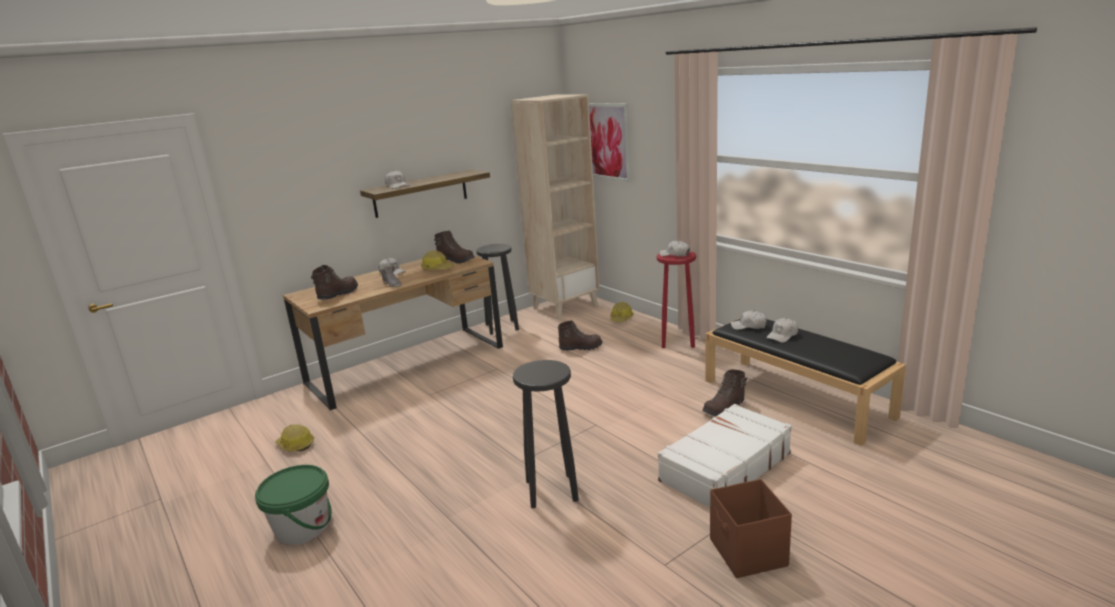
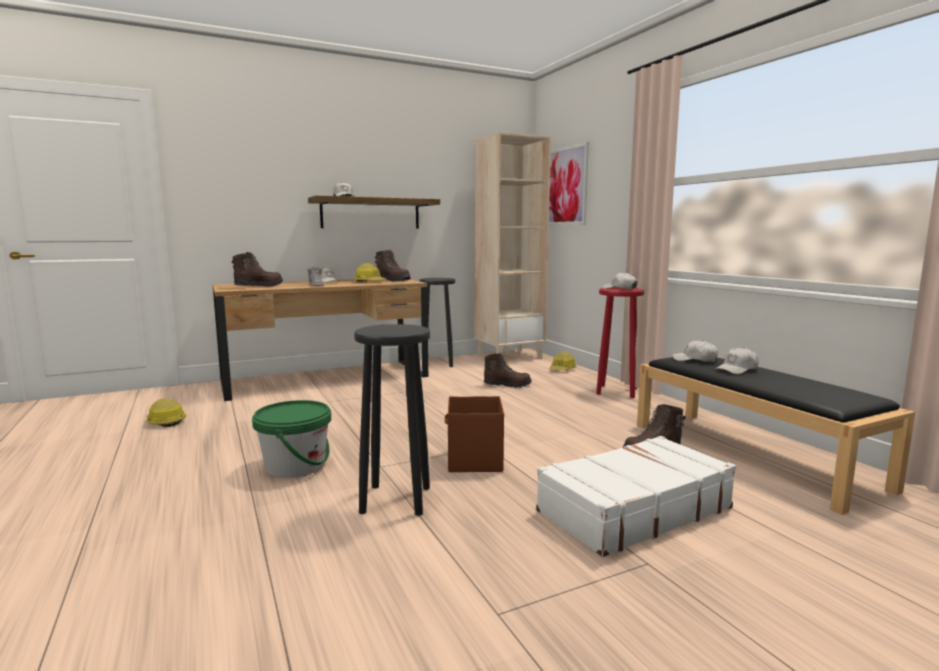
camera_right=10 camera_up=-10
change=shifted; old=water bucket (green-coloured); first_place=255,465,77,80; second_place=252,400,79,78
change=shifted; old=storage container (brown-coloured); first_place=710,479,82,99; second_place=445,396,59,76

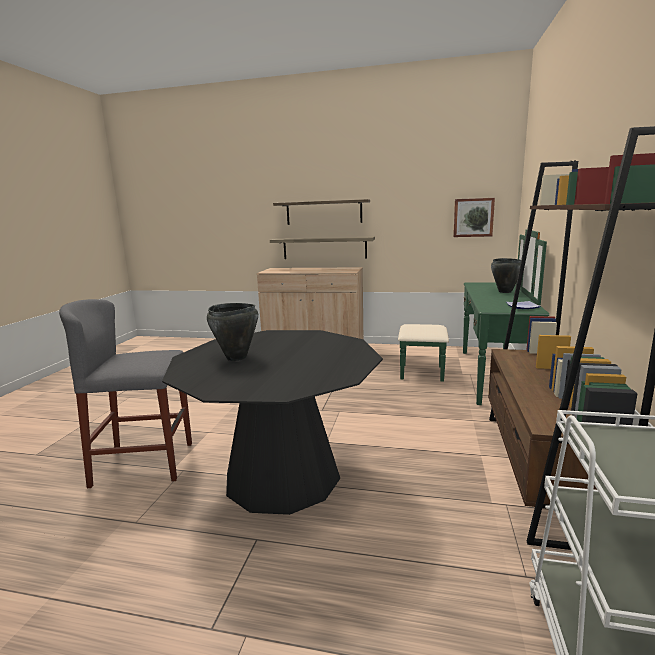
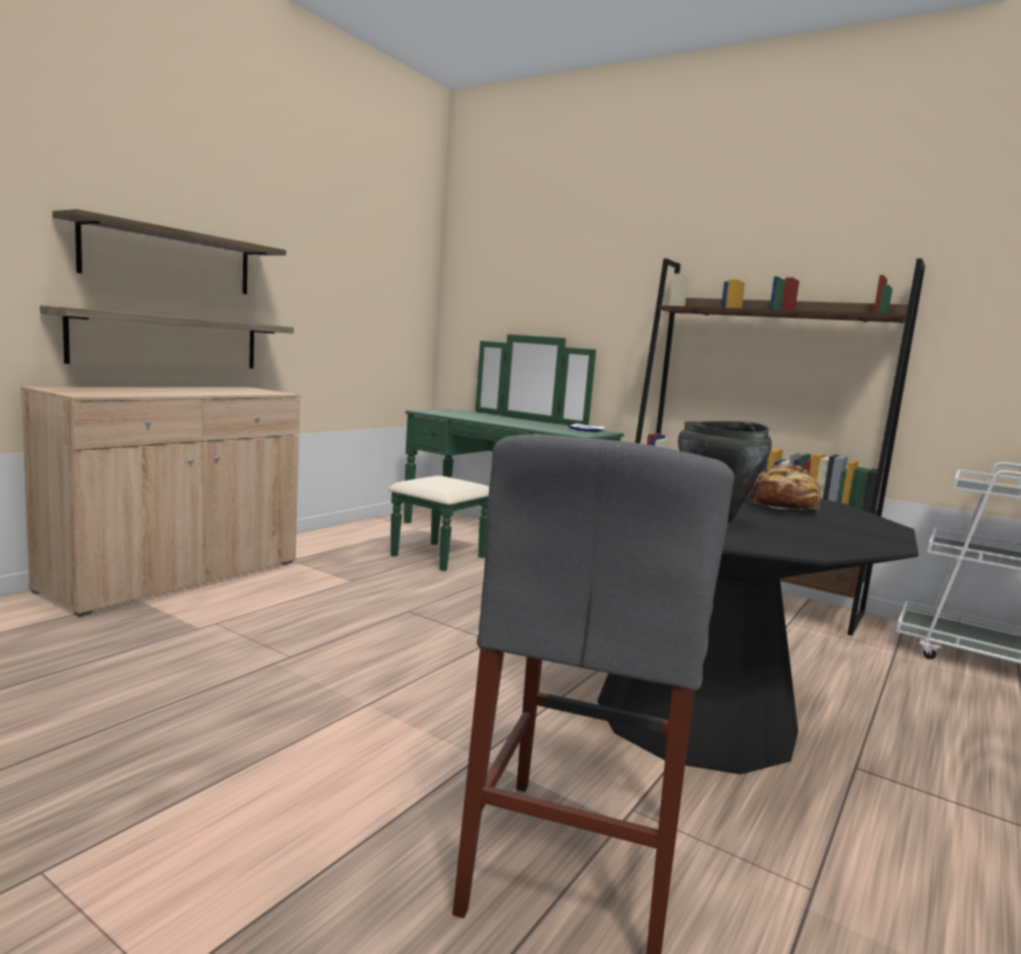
camera_right=-70 camera_up=-5
change=gone; old=wall art; first_place=453,198,42,39
change=gone; old=stockpot (black-coloured); first_place=491,258,30,35
change=new; new=bakery bread; second_place=747,464,74,47

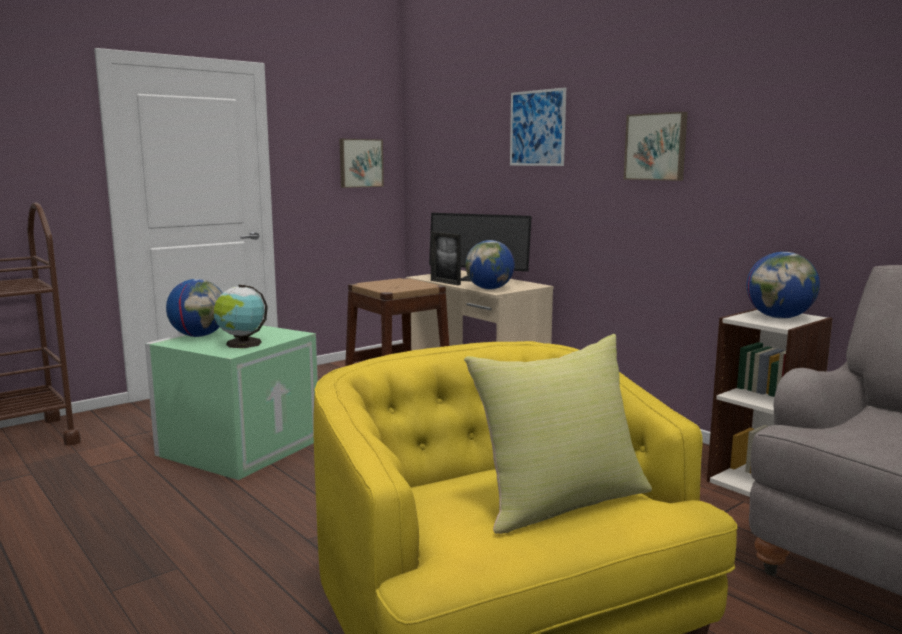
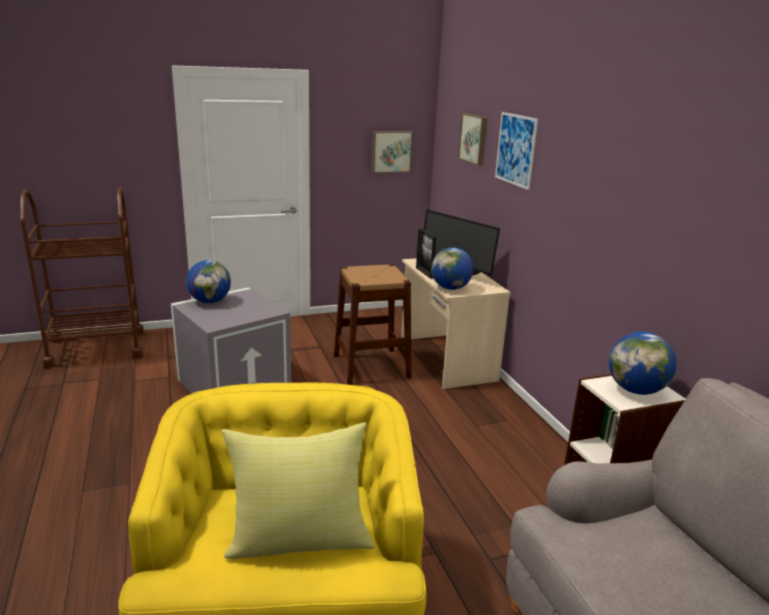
camera_right=20 camera_up=10
change=repainted; old=storage container (green-coloured); new=storage container (grey); first_place=145,326,173,154; second_place=171,287,120,106
change=gone; old=desk globe; first_place=214,284,54,64
change=shifted; old=wall art; first_place=624,112,64,69; second_place=458,113,29,53

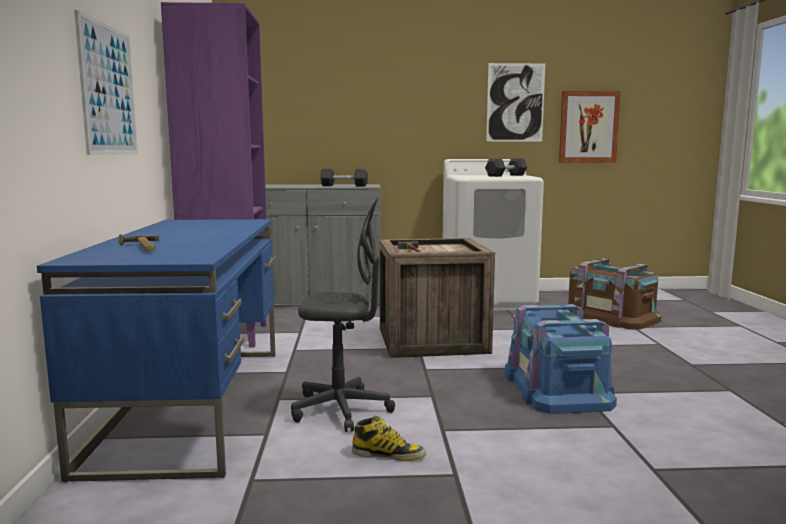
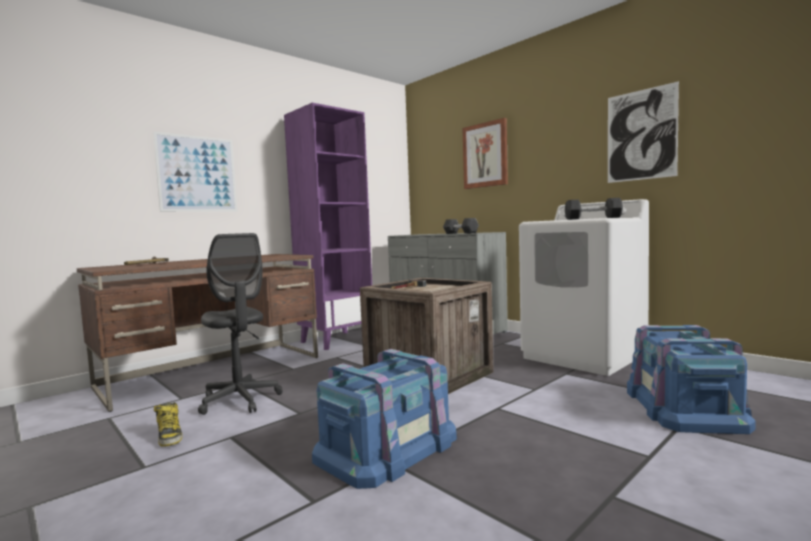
camera_right=50 camera_up=-5
change=repainted; old=desk (bluish); new=desk (brown-coloured); first_place=37,219,238,263; second_place=77,254,241,158
change=shifted; old=wall art; first_place=559,91,62,72; second_place=463,118,45,71
change=repainted; old=storage container (brown-coloured); new=storage container (bluish); first_place=568,259,93,71; second_place=627,325,129,109

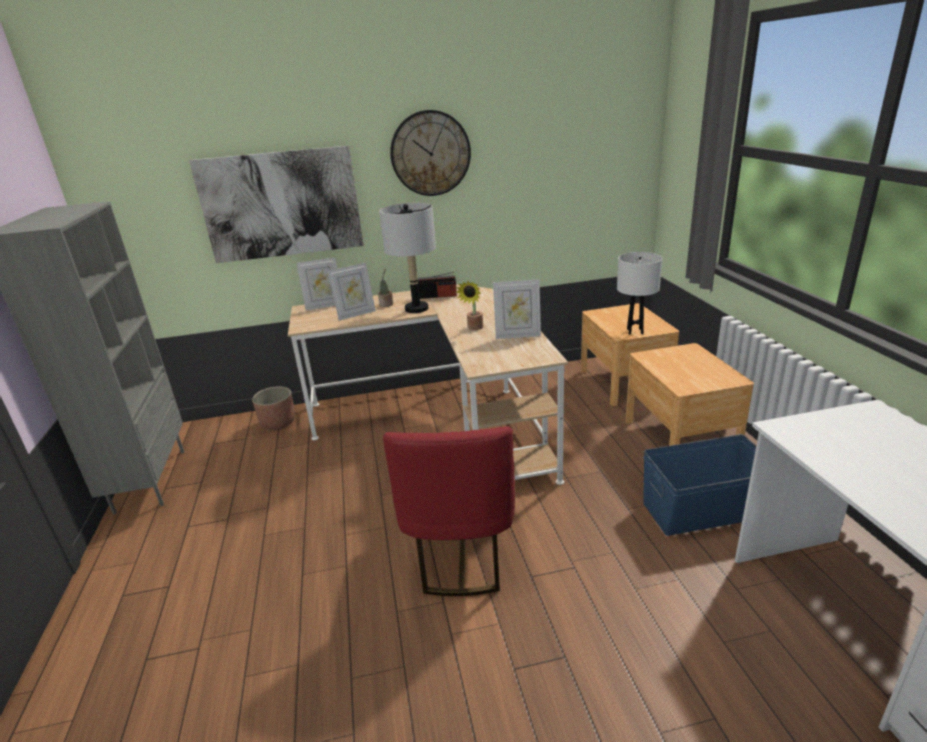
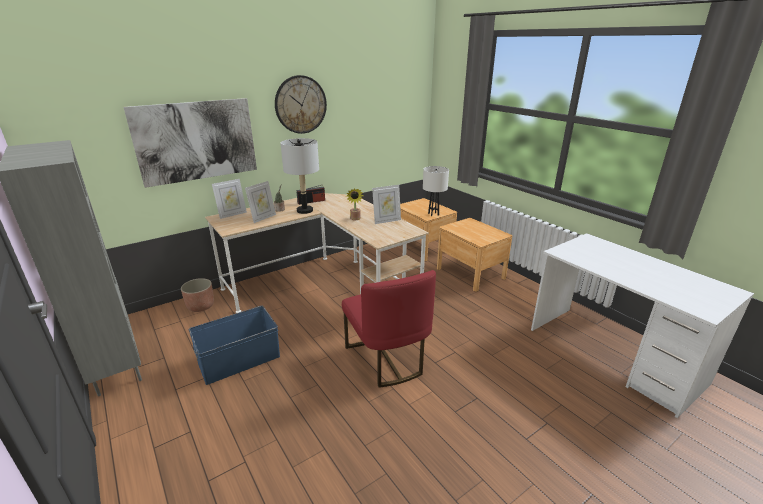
camera_right=-25 camera_up=0
change=shifted; old=storage container (bluish); first_place=643,434,113,102; second_place=189,306,91,79

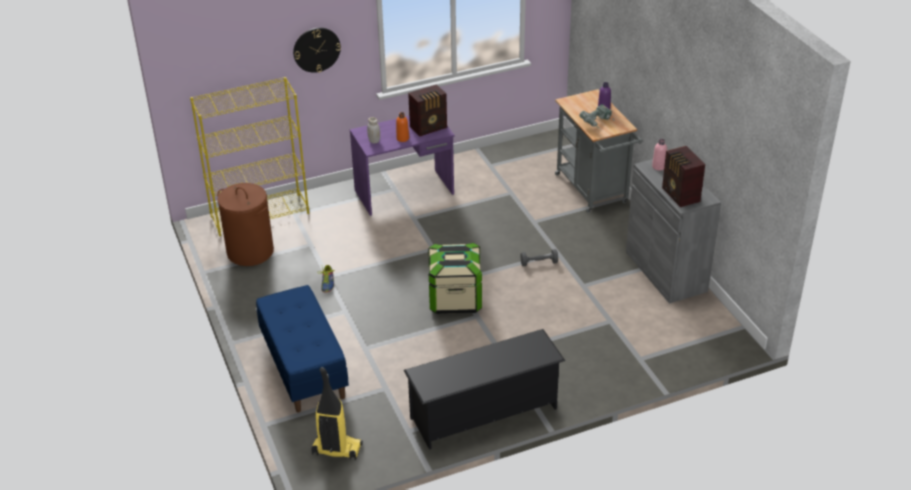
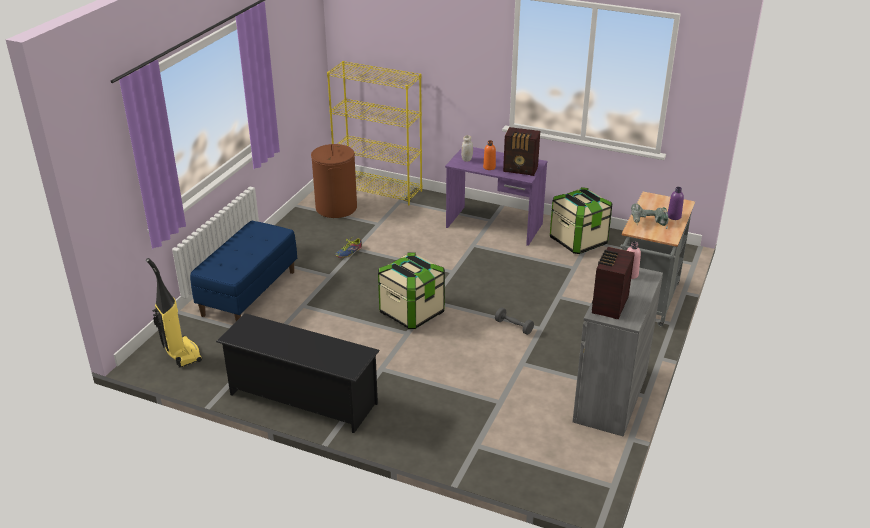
camera_right=45 camera_up=-5
change=gone; old=hanging clock; first_place=293,28,48,45
change=new; new=storage container; second_place=550,187,62,67

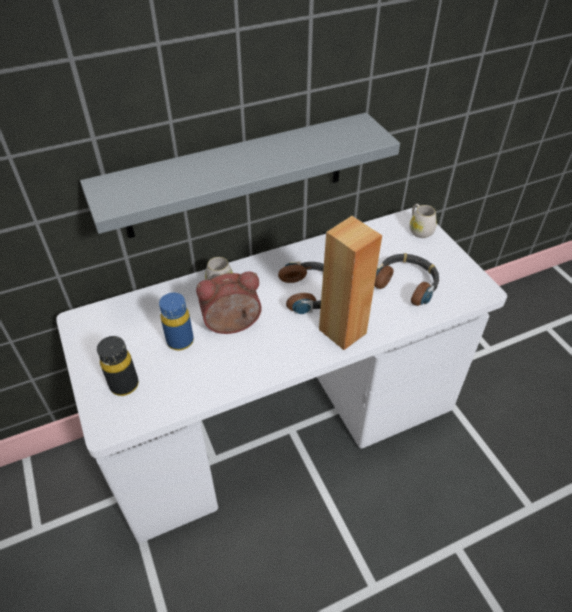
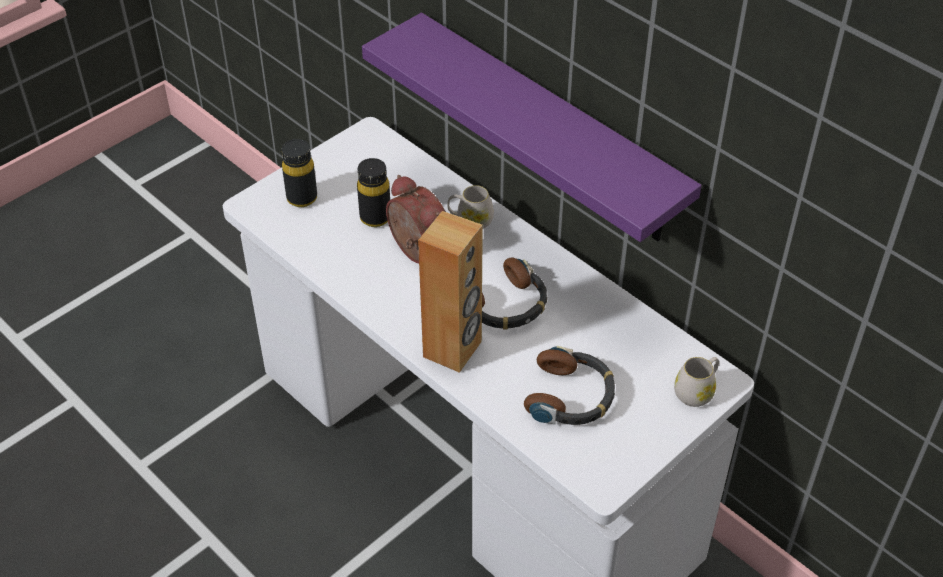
camera_right=70 camera_up=0
change=repainted; old=shelf (grey); new=shelf (purple); first_place=80,113,320,125; second_place=362,13,340,229
change=repainted; old=bottle (bluish); new=bottle (black-coloured); first_place=159,293,35,58; second_place=357,158,33,69

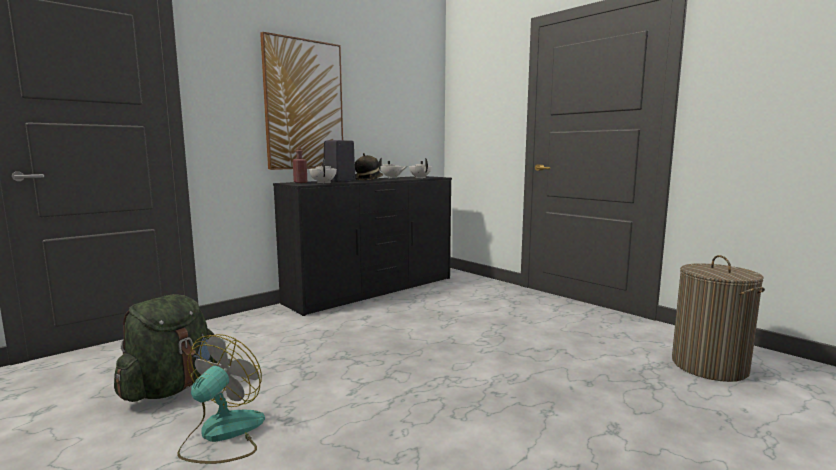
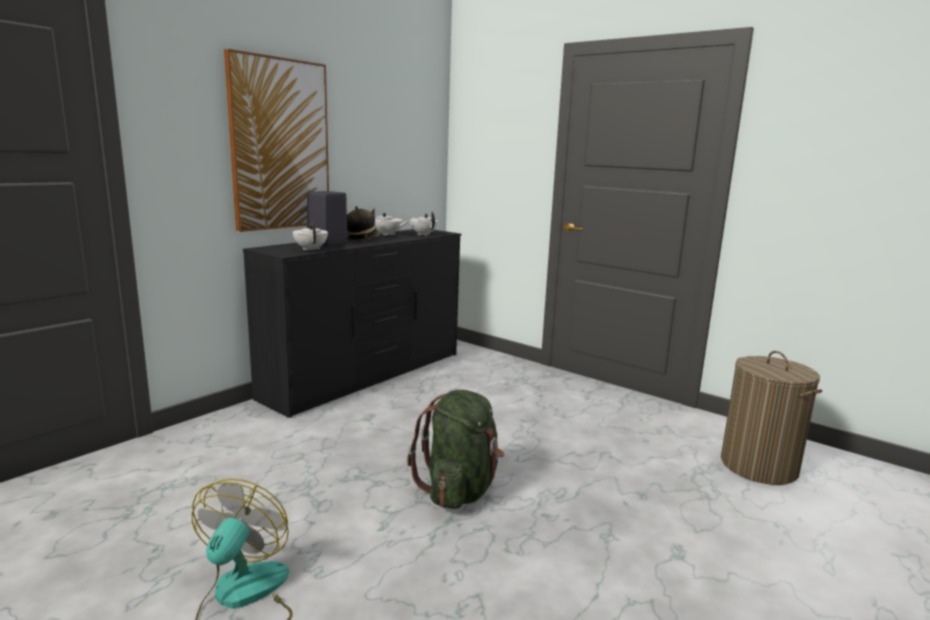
camera_right=-10 camera_up=5
change=shifted; old=knapsack (green-coloured); first_place=114,294,104,108; second_place=407,390,97,119
change=gone; old=bottle (red); first_place=293,147,14,36

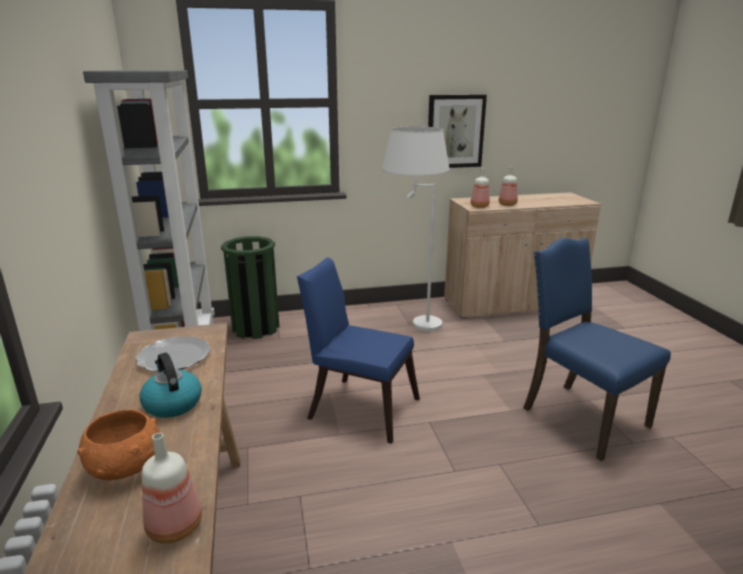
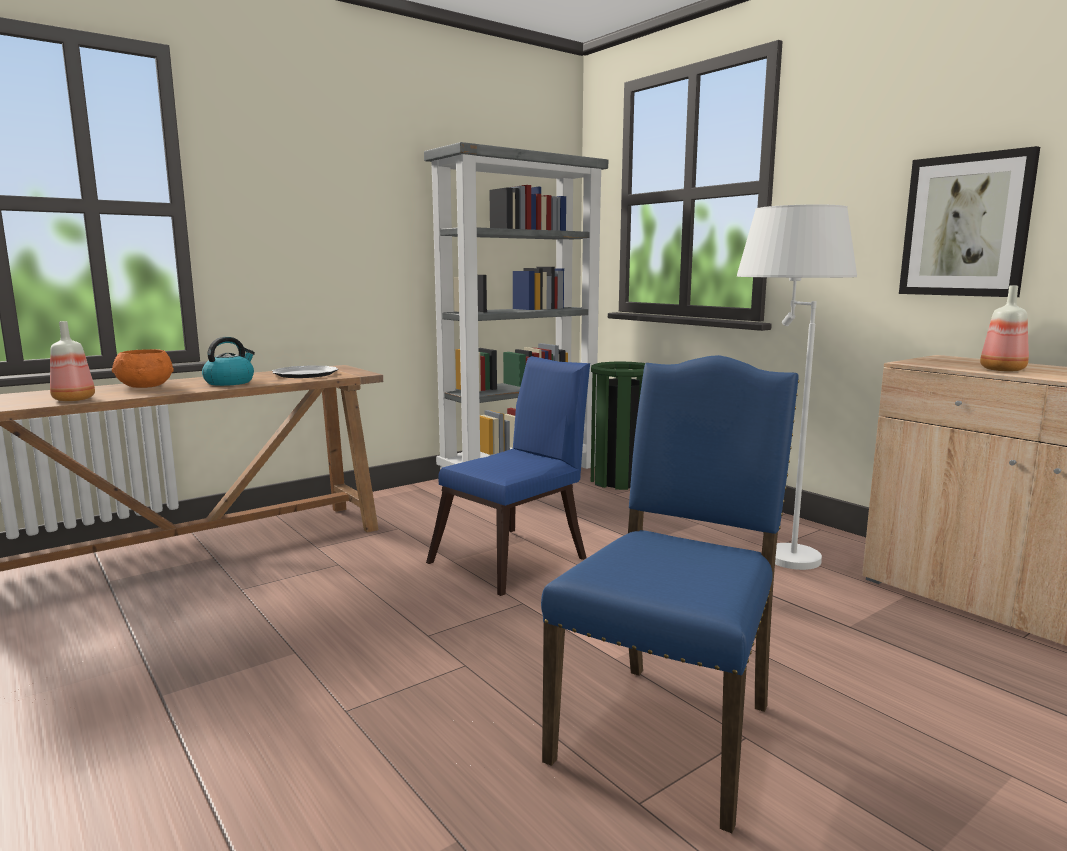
camera_right=65 camera_up=-10
change=rotated; old=upright chair (bluish); first_place=297,258,123,186; second_place=426,356,164,240; degrees=45
change=gone; old=bottle; first_place=470,168,20,40

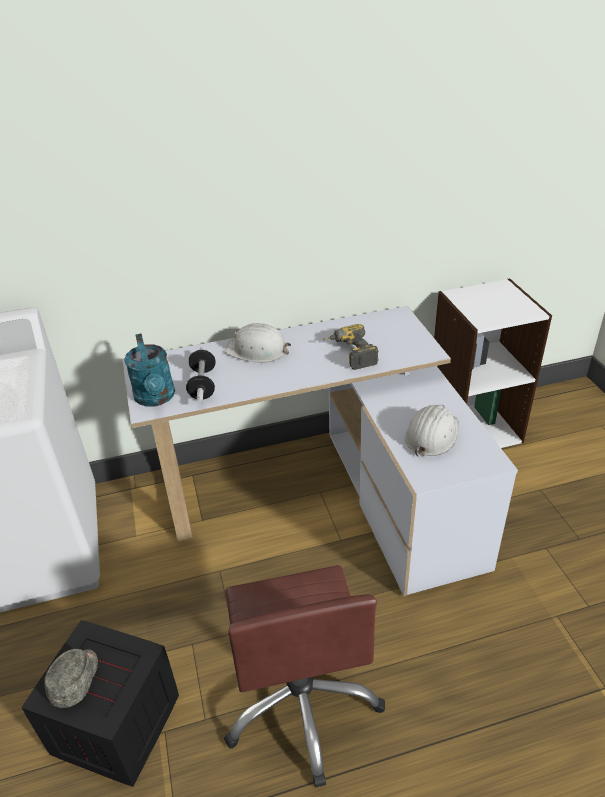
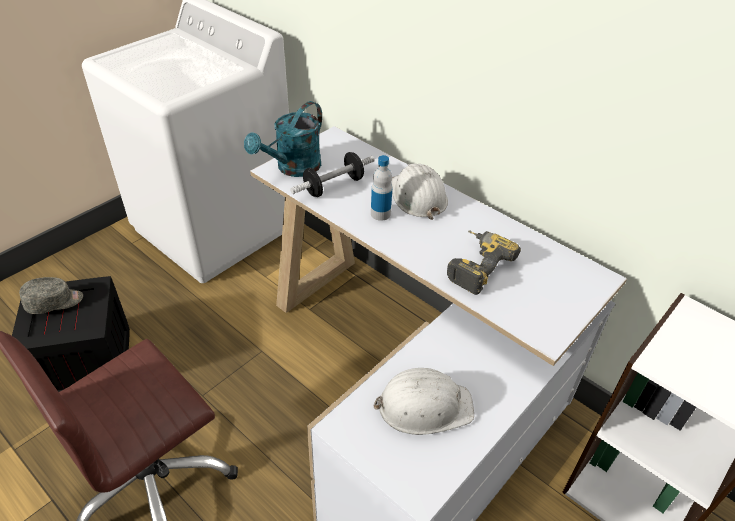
camera_right=55 camera_up=5
change=new; new=bottle; second_place=371,155,21,66

